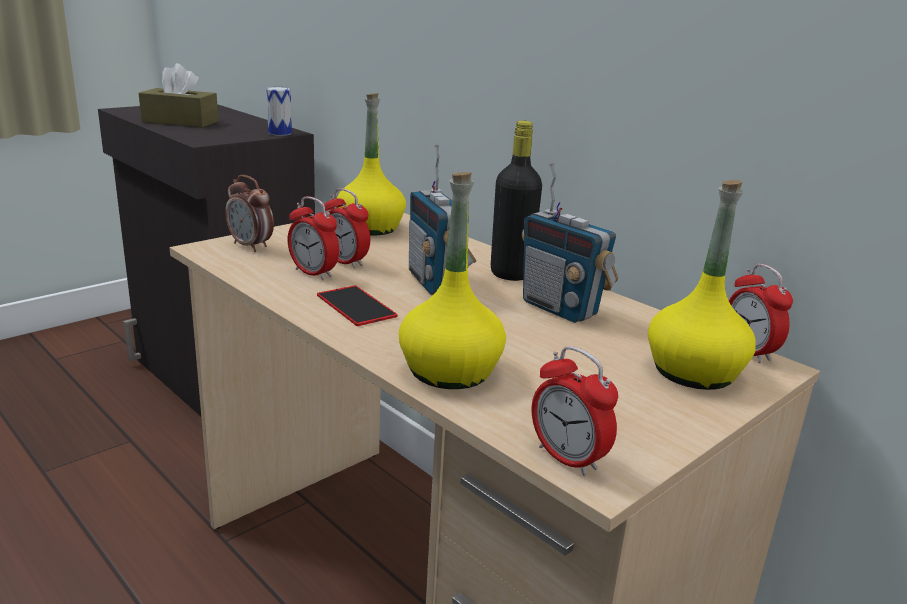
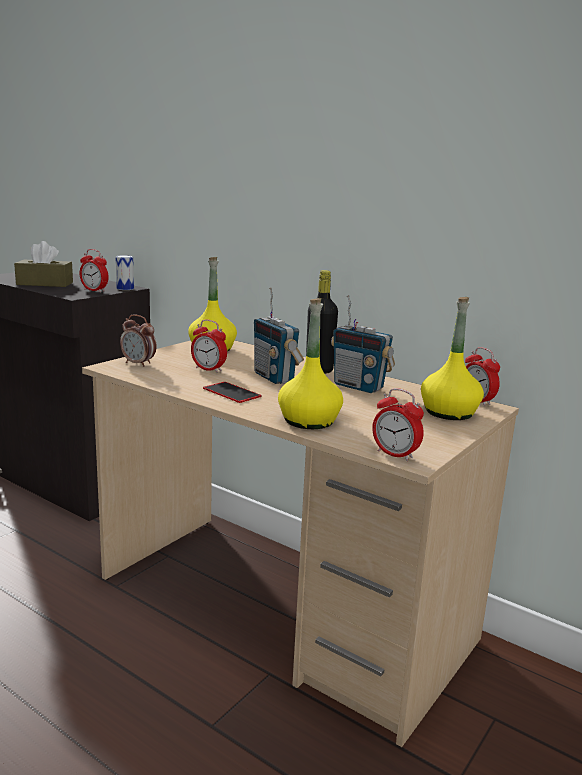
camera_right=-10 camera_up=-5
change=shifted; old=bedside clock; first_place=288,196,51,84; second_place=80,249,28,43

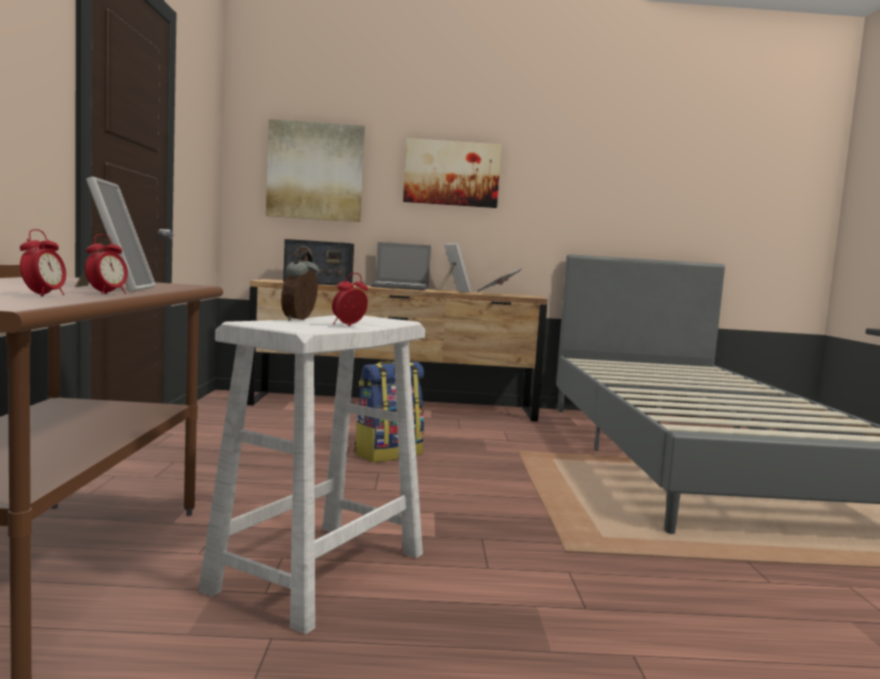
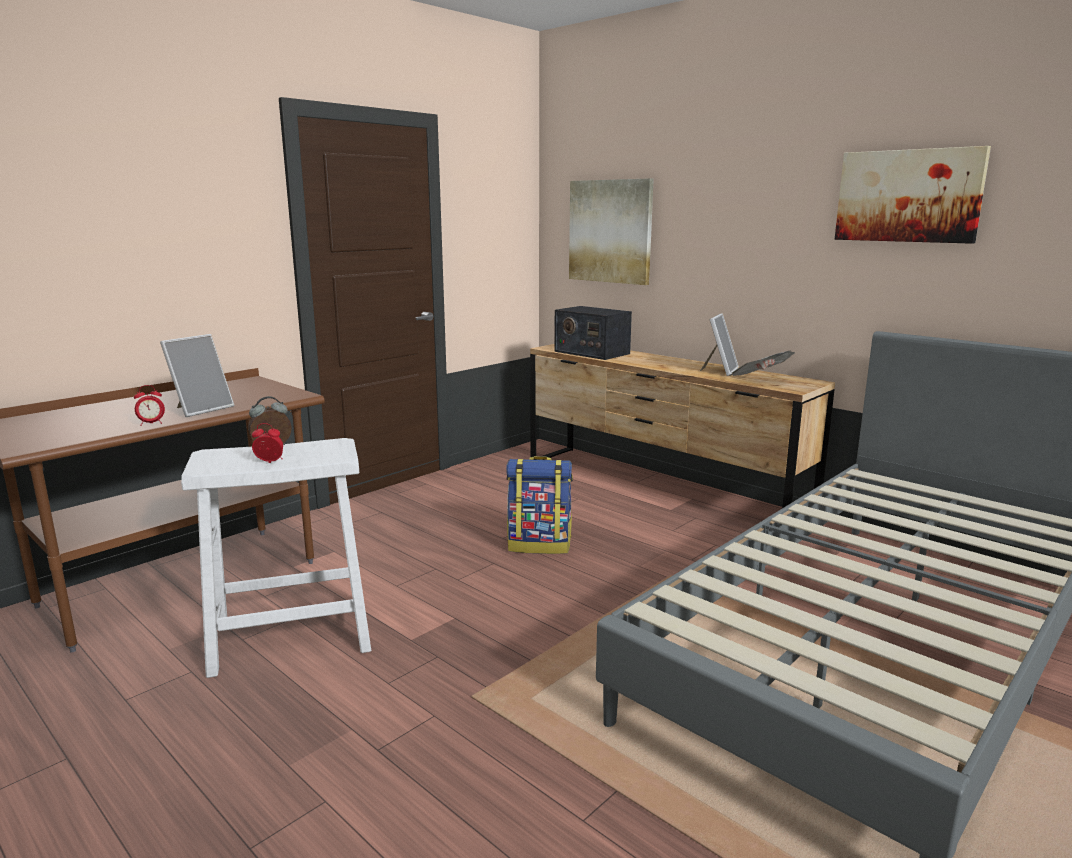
camera_right=45 camera_up=10
change=gone; old=bedside clock; first_place=20,229,46,67
change=gone; old=portable computer; first_place=370,242,61,48
change=shifted; old=wall art; first_place=403,138,98,70; second_place=835,146,156,98

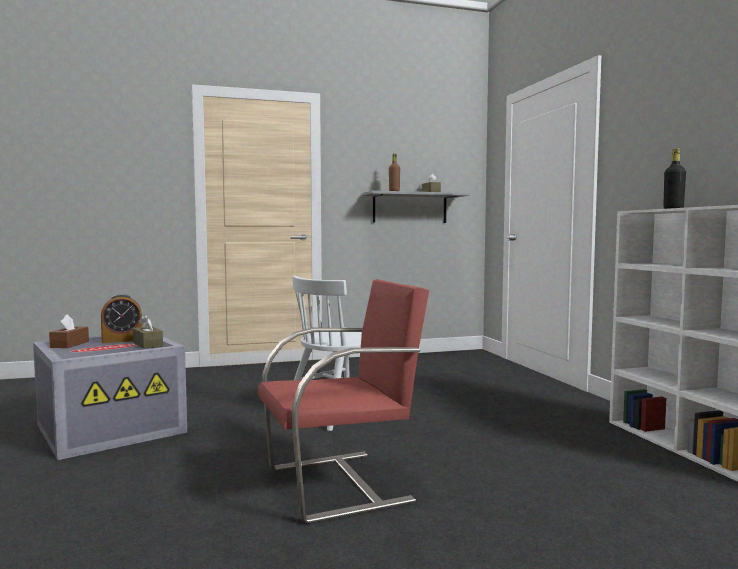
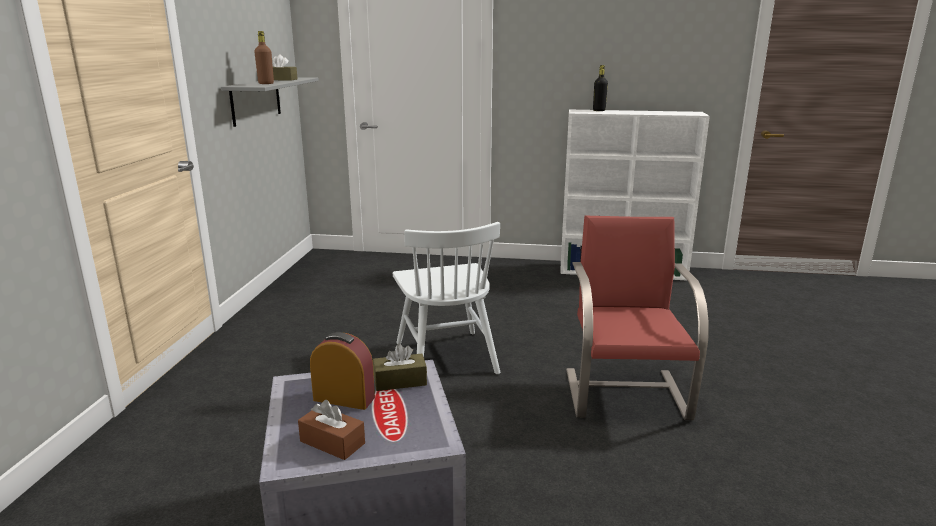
camera_right=-65 camera_up=15
change=rotated; old=bedside clock; first_place=101,294,41,49; second_place=310,332,65,78; degrees=-75

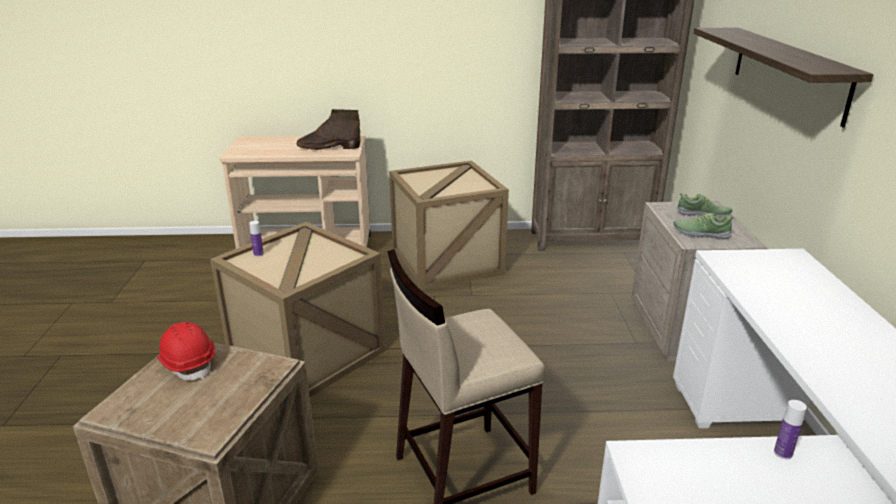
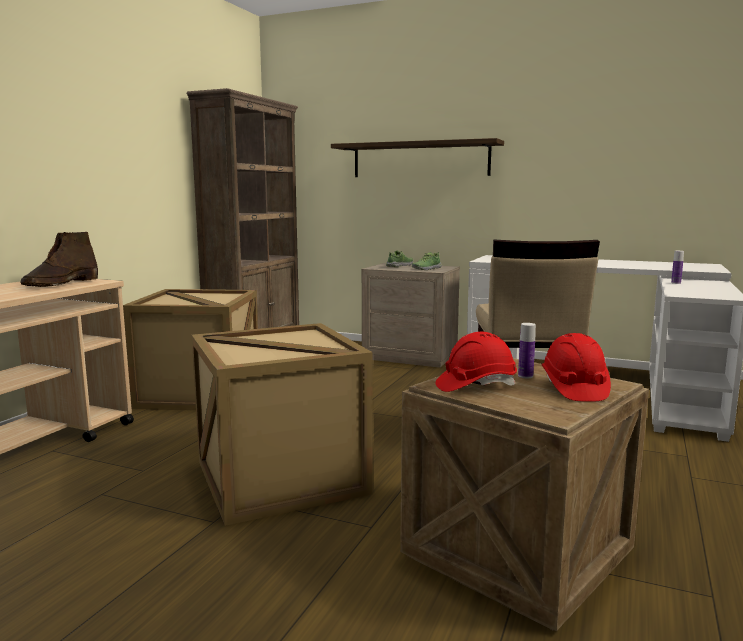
camera_right=-65 camera_up=-15
change=shifted; old=bottle; first_place=249,221,15,36; second_place=518,323,18,55
change=new; new=safety helmet (red); second_place=541,333,70,69

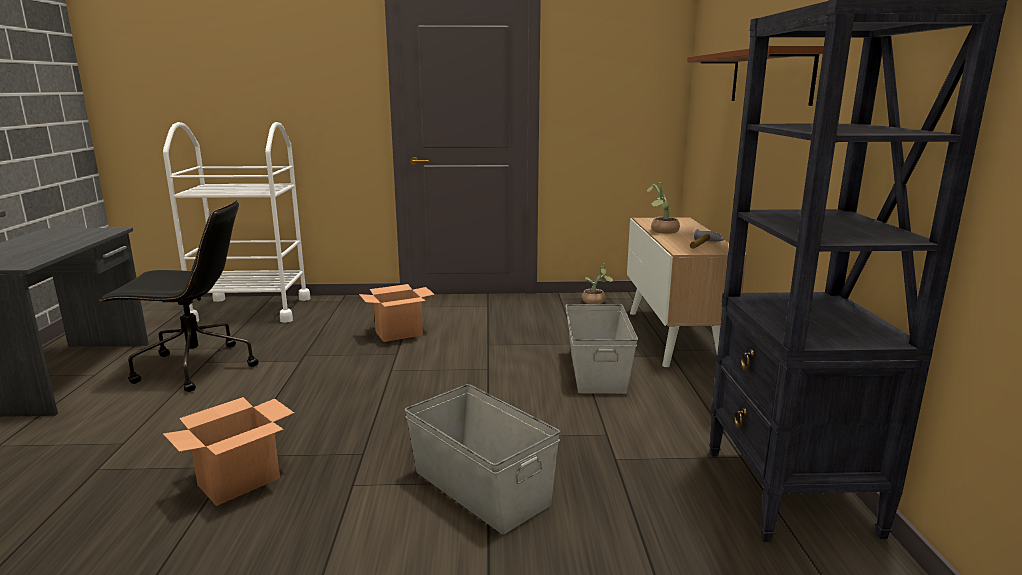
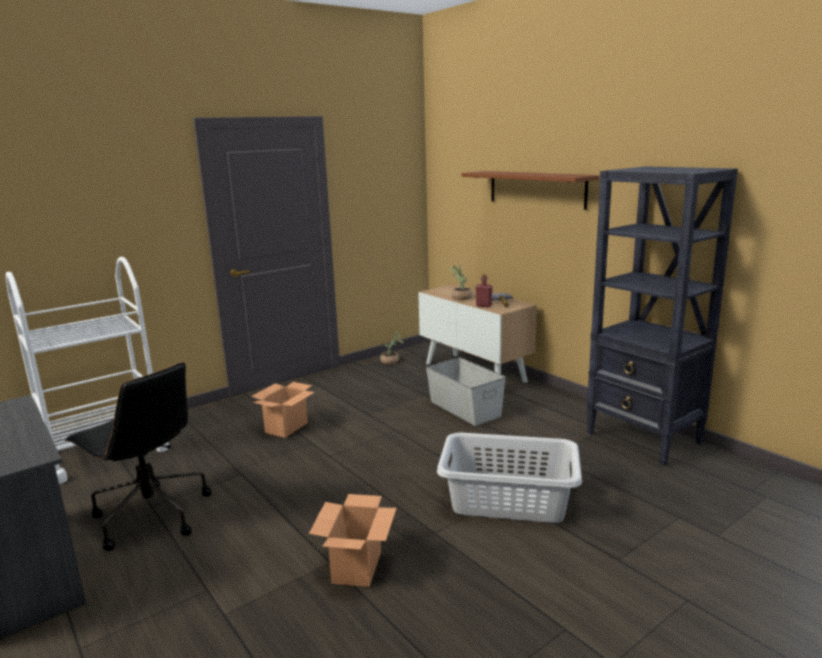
camera_right=-35 camera_up=0
change=rotated; old=computer chair (black-coloured); first_place=99,200,160,192; second_place=65,362,147,189; degrees=75
change=swapped; old=storage container (grey); new=washing basket (grey); first_place=405,384,155,150; second_place=437,432,145,91
change=new; new=bottle (red); second_place=476,275,17,32

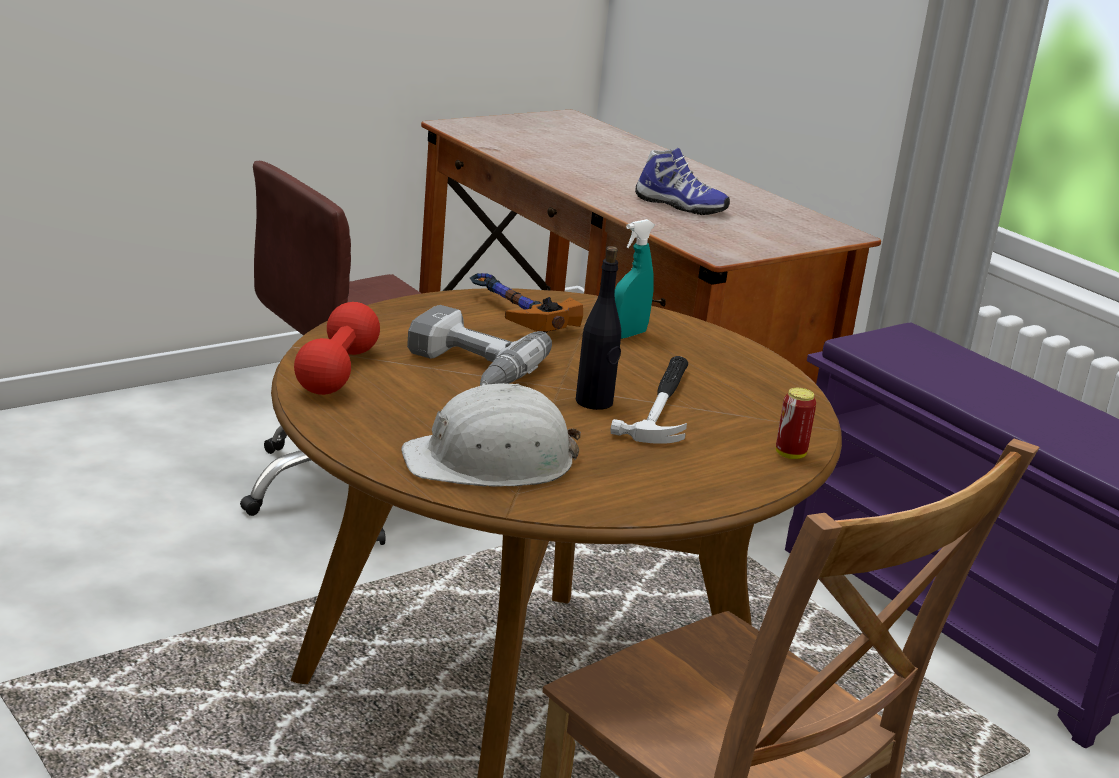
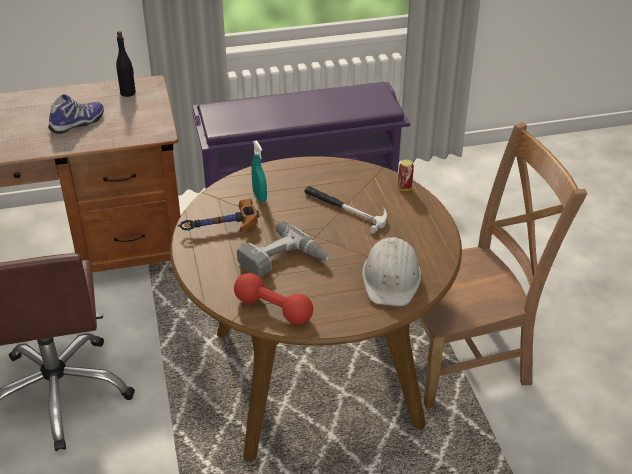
camera_right=-65 camera_up=15
change=shifted; old=bottle (black-coloured); first_place=576,246,45,164; second_place=116,31,20,66

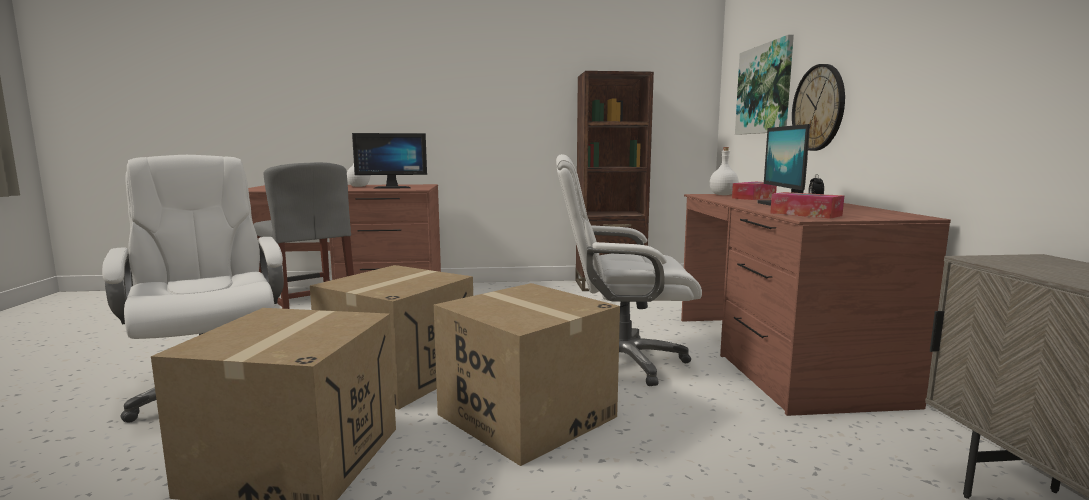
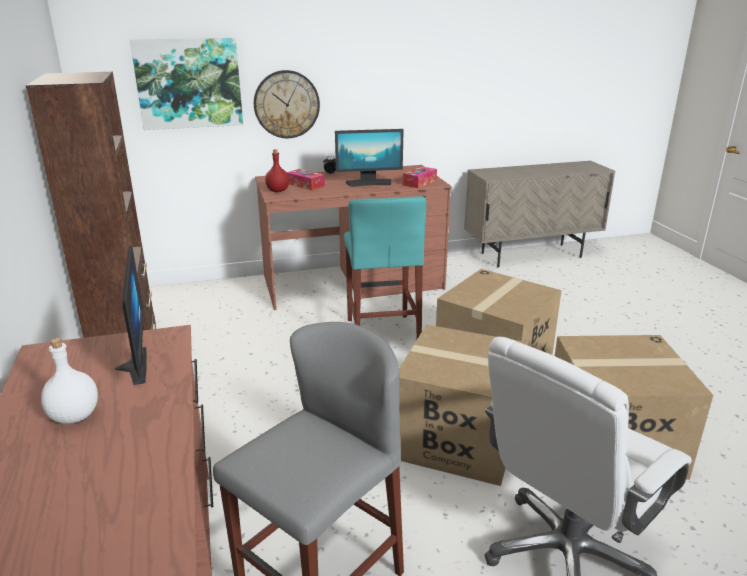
camera_right=-100 camera_up=15
change=swapped; old=computer chair (white-coloured); new=sitting stool (blue-green); first_place=556,154,146,232; second_place=344,196,82,143
change=repainted; old=bottle (white-coloured); new=bottle (red); first_place=710,147,29,48; second_place=265,149,24,43

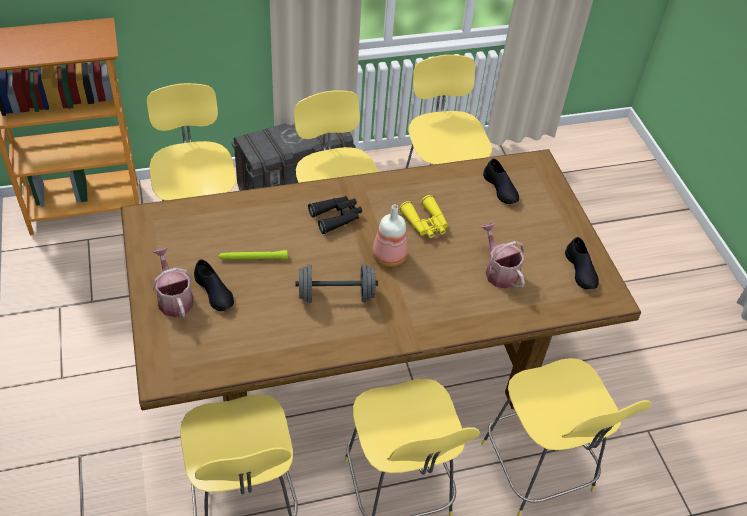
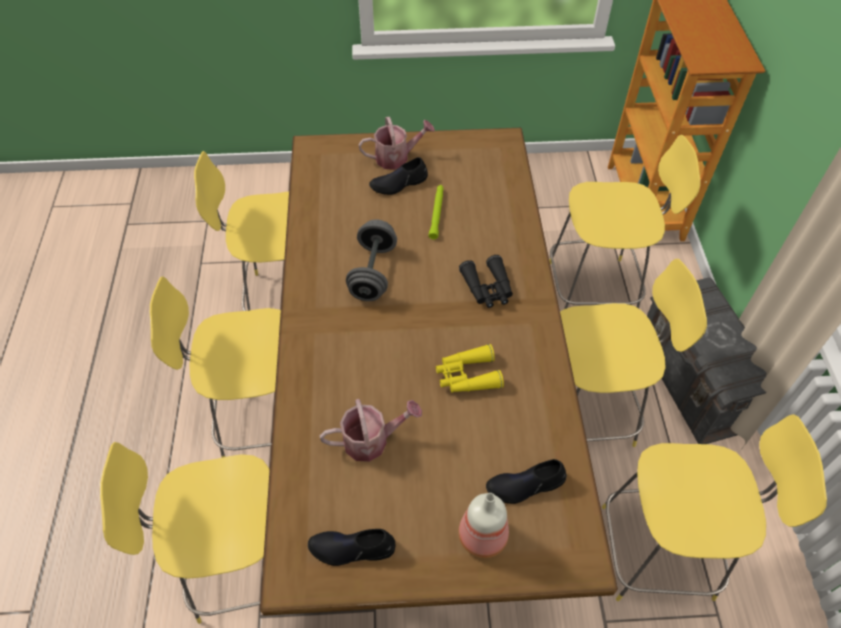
camera_right=105 camera_up=5
change=shifted; old=bottle; first_place=372,205,35,62; second_place=458,493,51,65

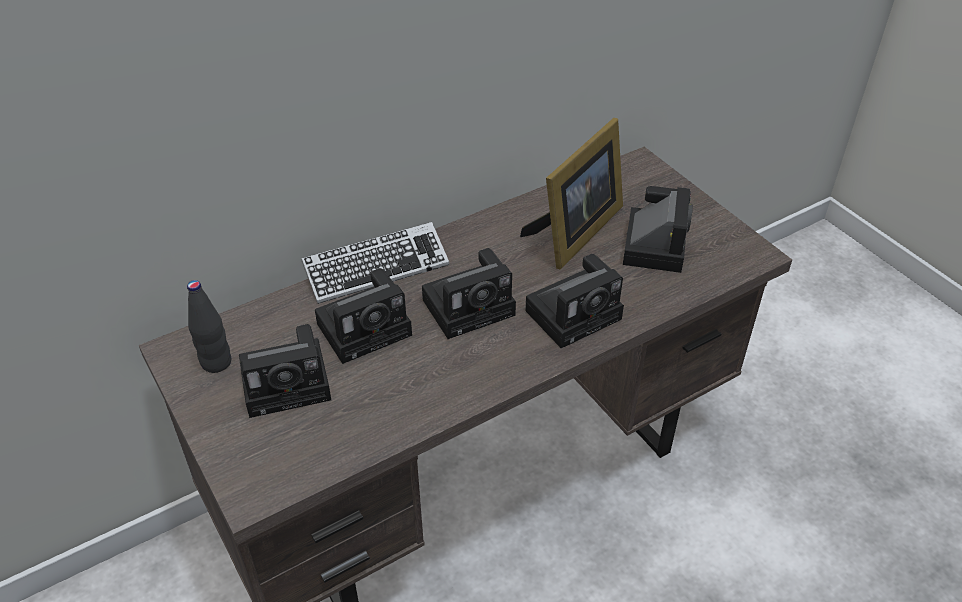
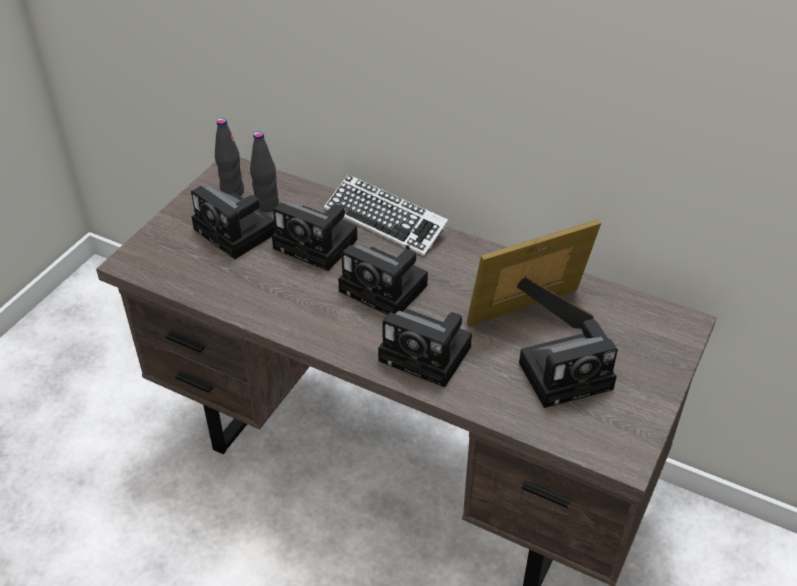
camera_right=60 camera_up=0
change=rotated; old=picture frame; first_place=520,118,103,151; second_place=467,220,134,109; degrees=150
change=new; new=bottle (black-coloured); second_place=250,131,29,81

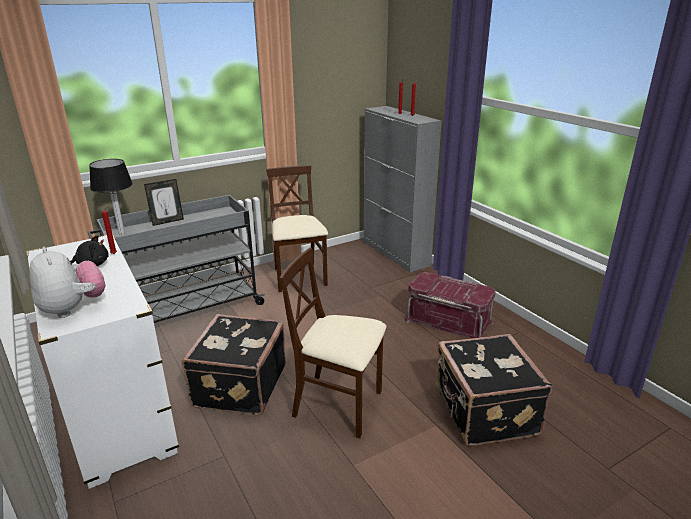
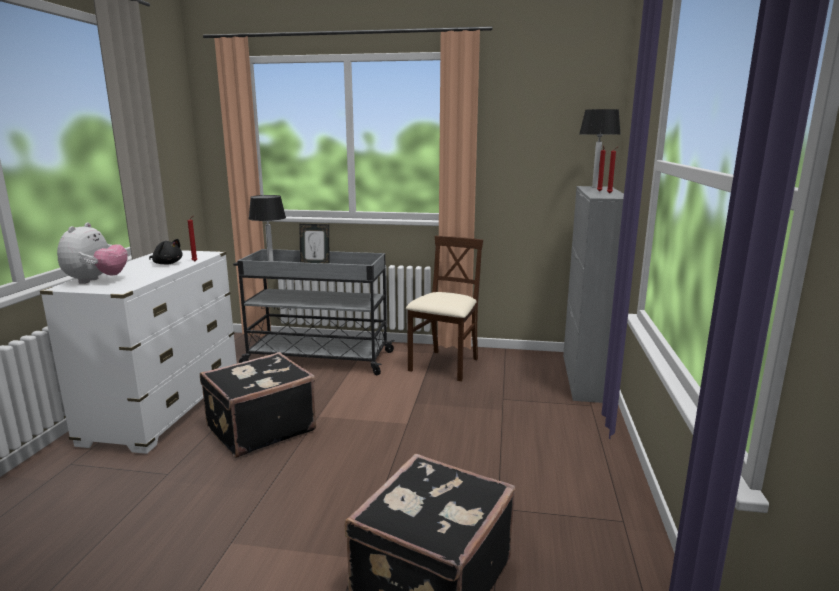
camera_right=40 camera_up=-10
change=gone; old=upright chair (beige); first_place=280,248,106,191
change=gone; old=storage container (red); first_place=404,272,92,67
change=new; new=table lamp; second_place=580,109,41,79

